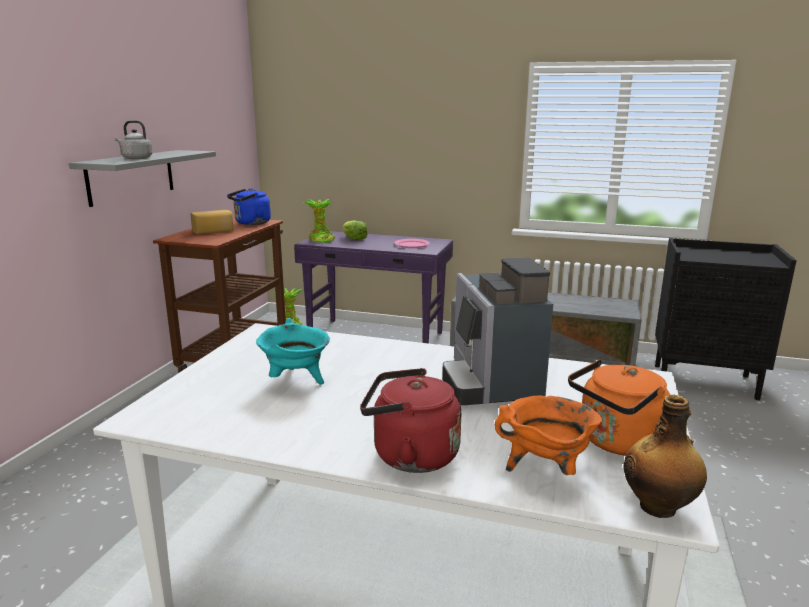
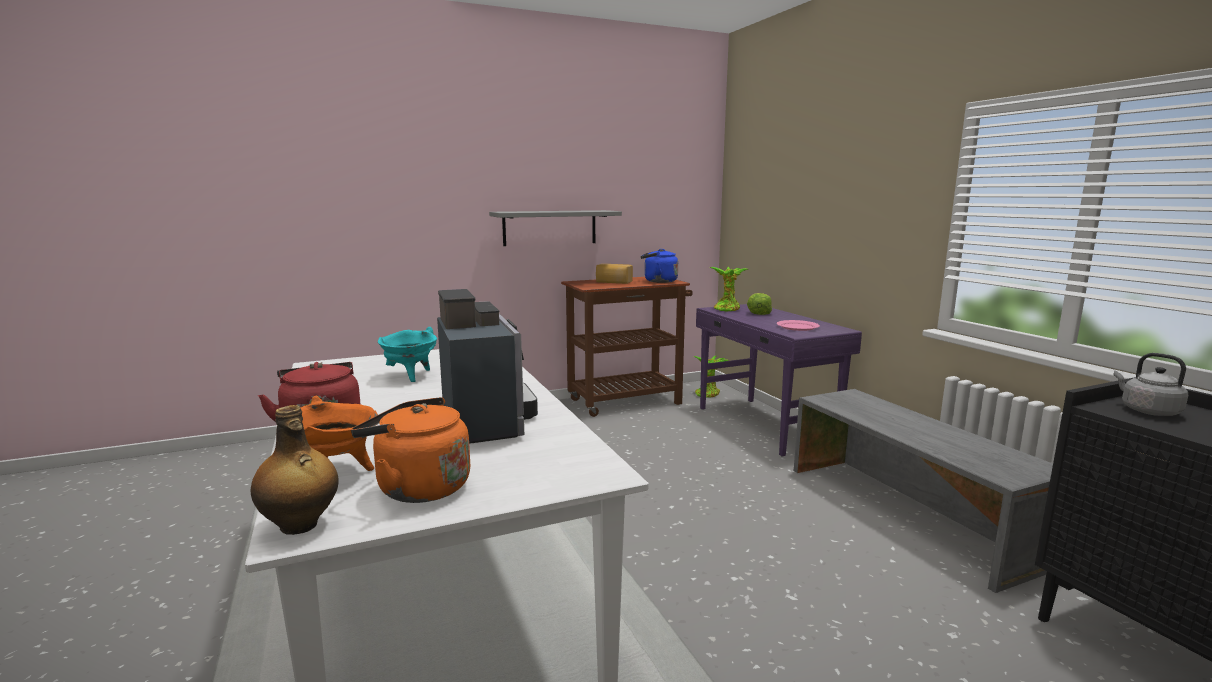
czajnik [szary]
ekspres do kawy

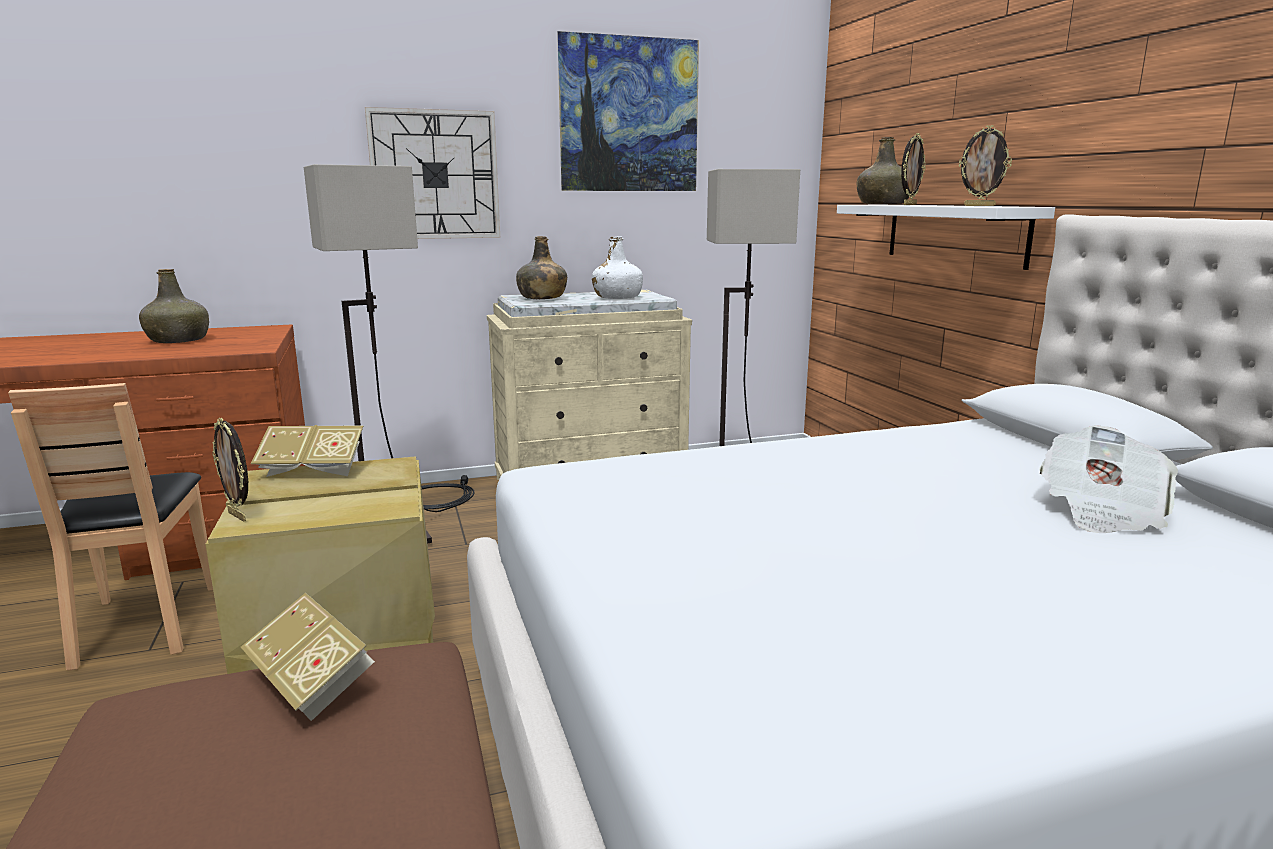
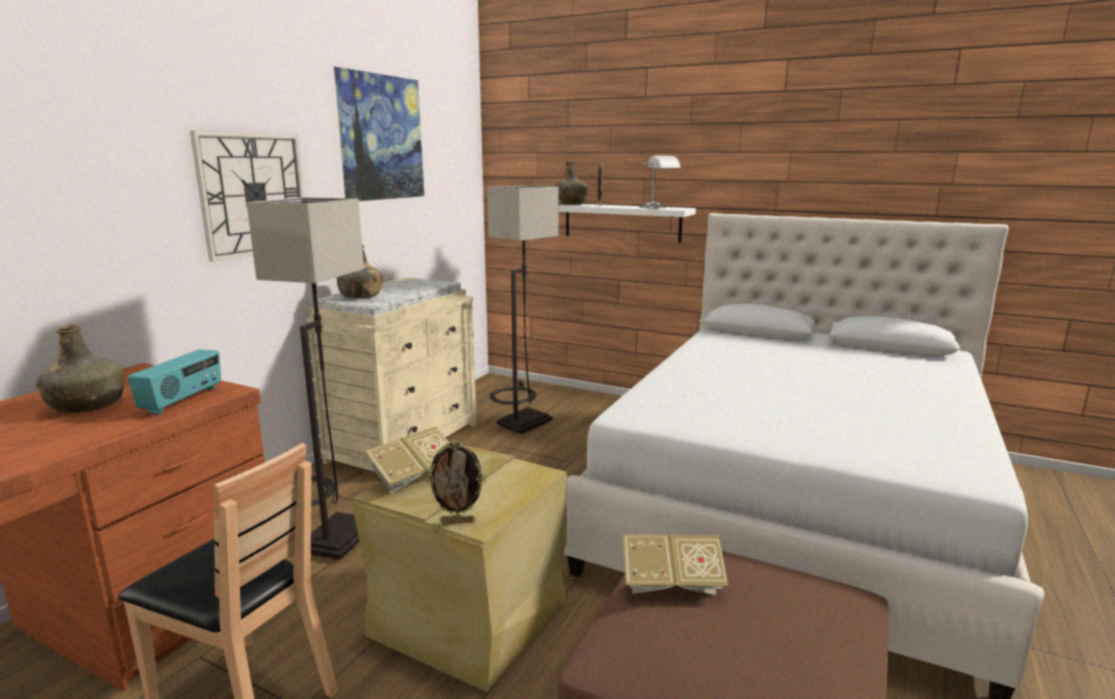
butelka [biały]
gazeta
radio
lampa stołowa [biały]

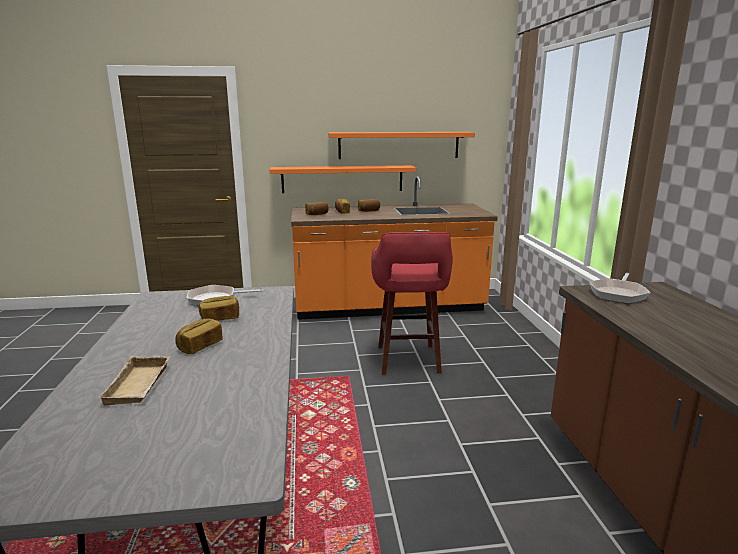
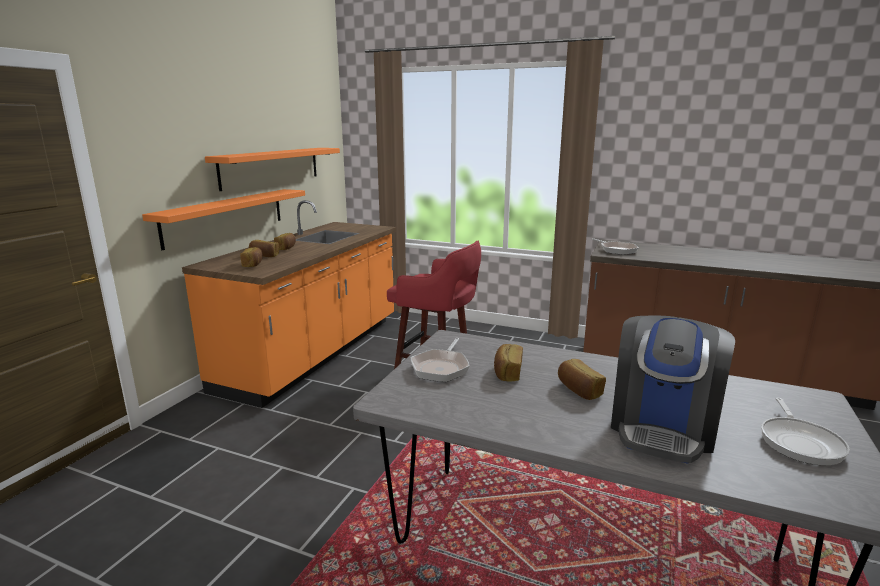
patelnia (3rd from left)
ekspres do kawy

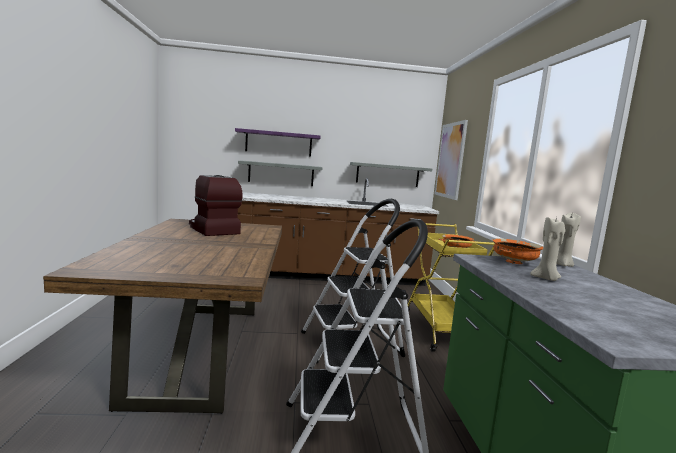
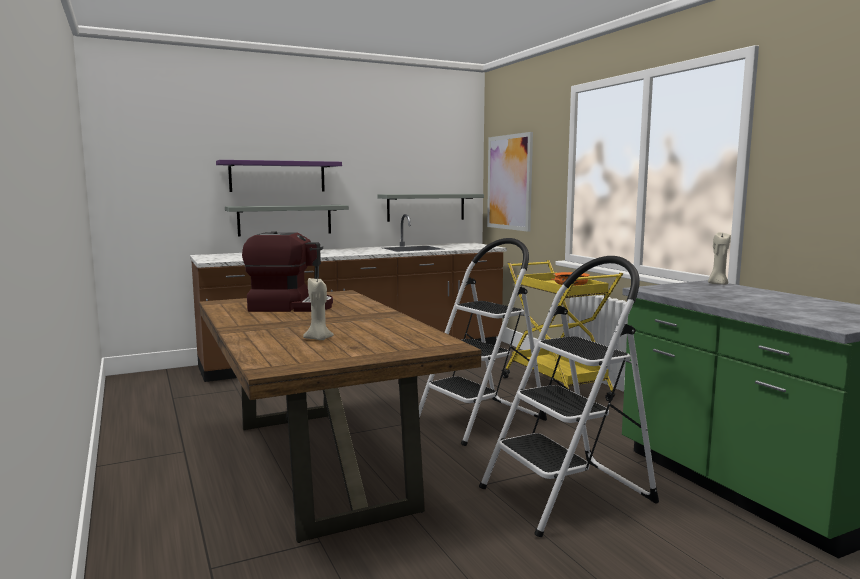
miska [pomarańczowy] (2nd from left in the first image)
świeca [beżowy] (1st from left)
ekspres do kawy

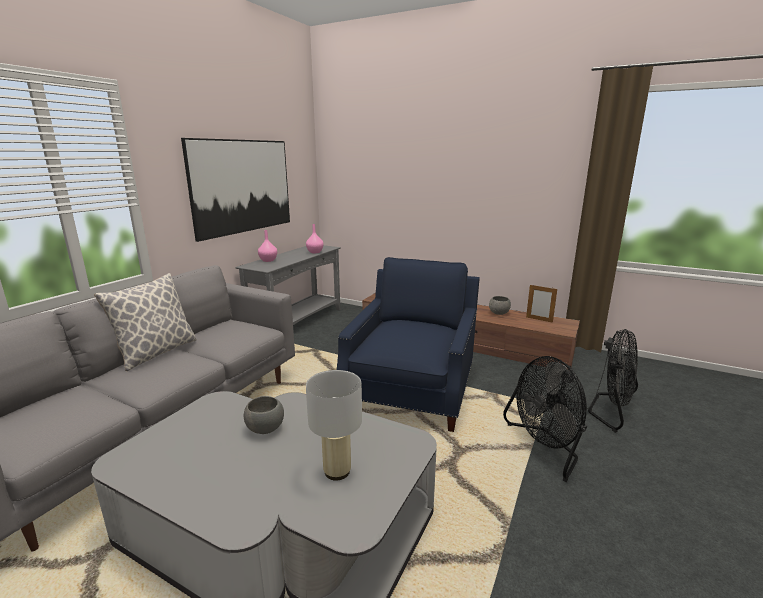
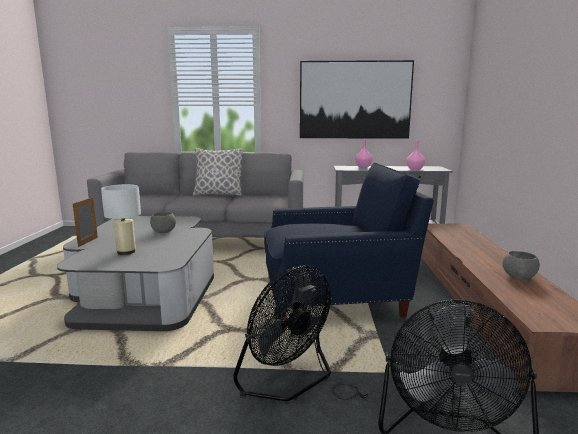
ramka na zdjęcie

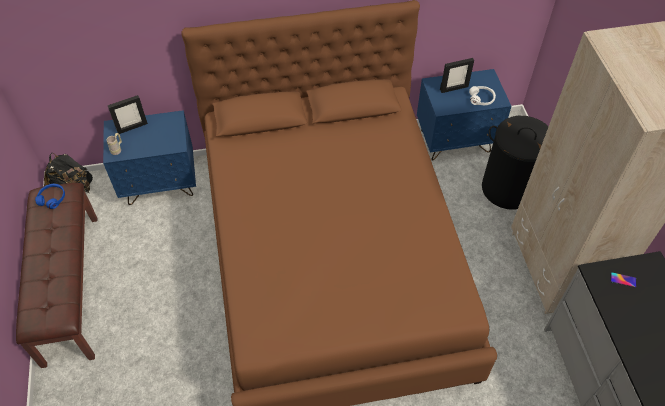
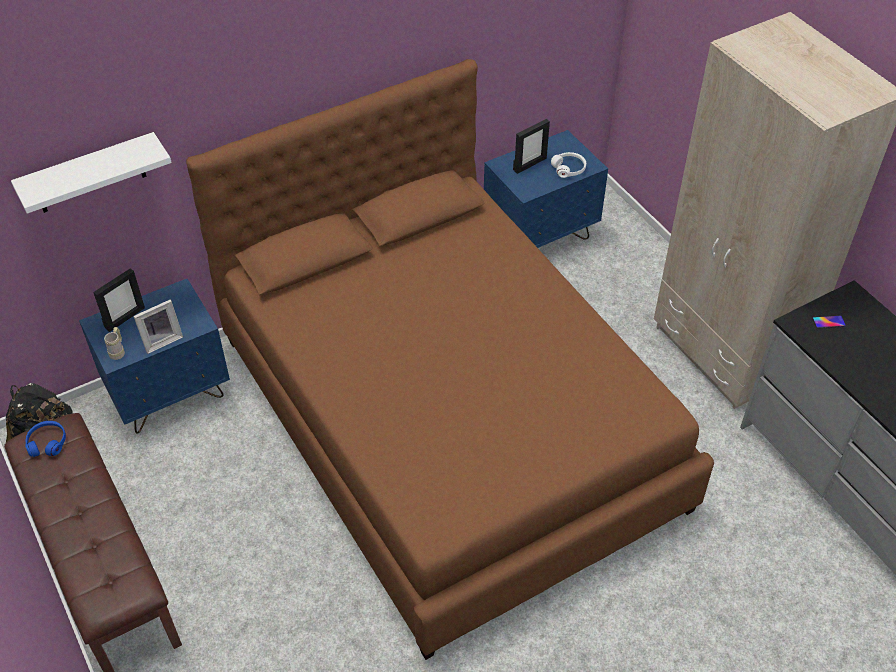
kosz na pranie [czarny]
półka [biały]
ramka na zdjęcie (2nd from left)

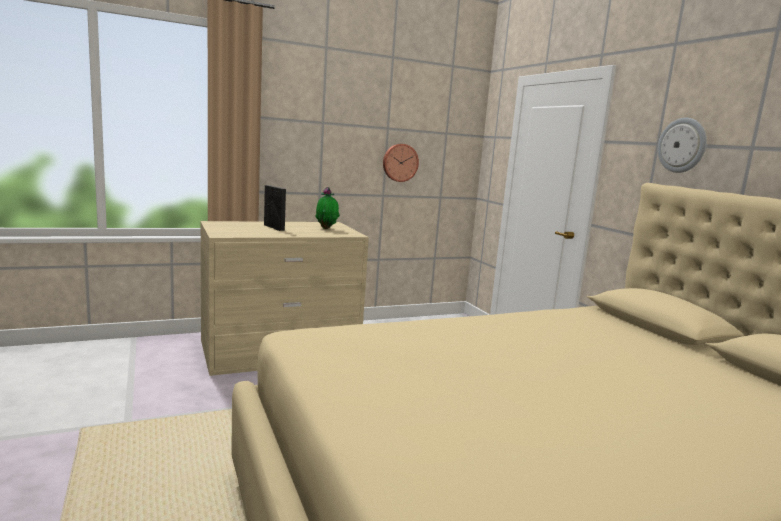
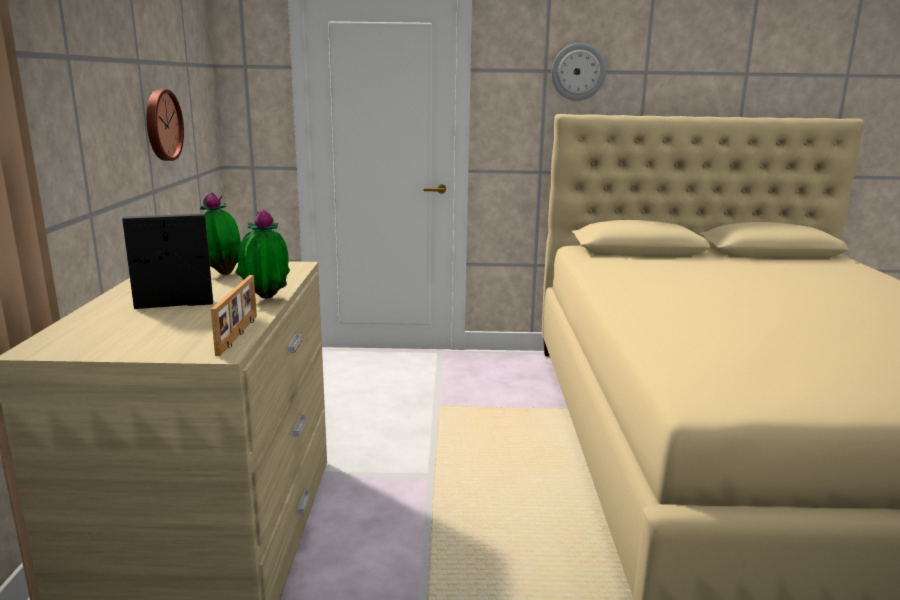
ramka na zdjęcie (2nd from left)
roślina doniczkowa (2nd from left)

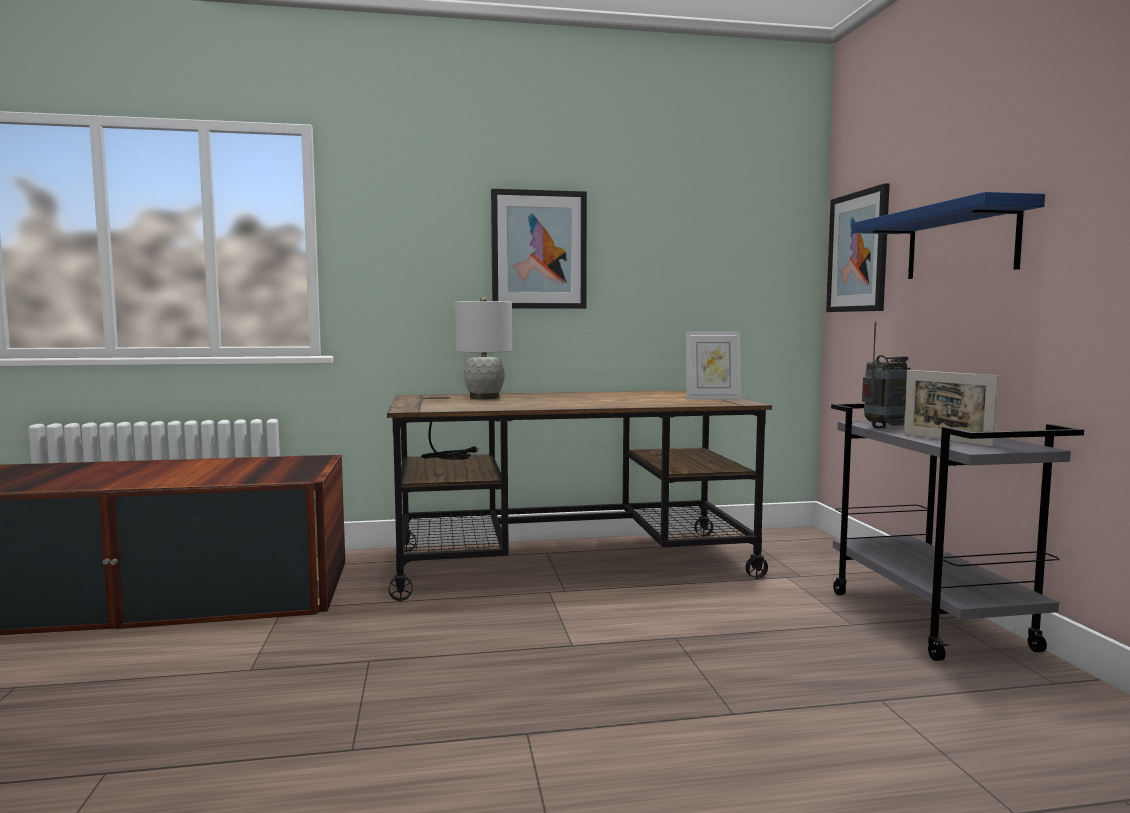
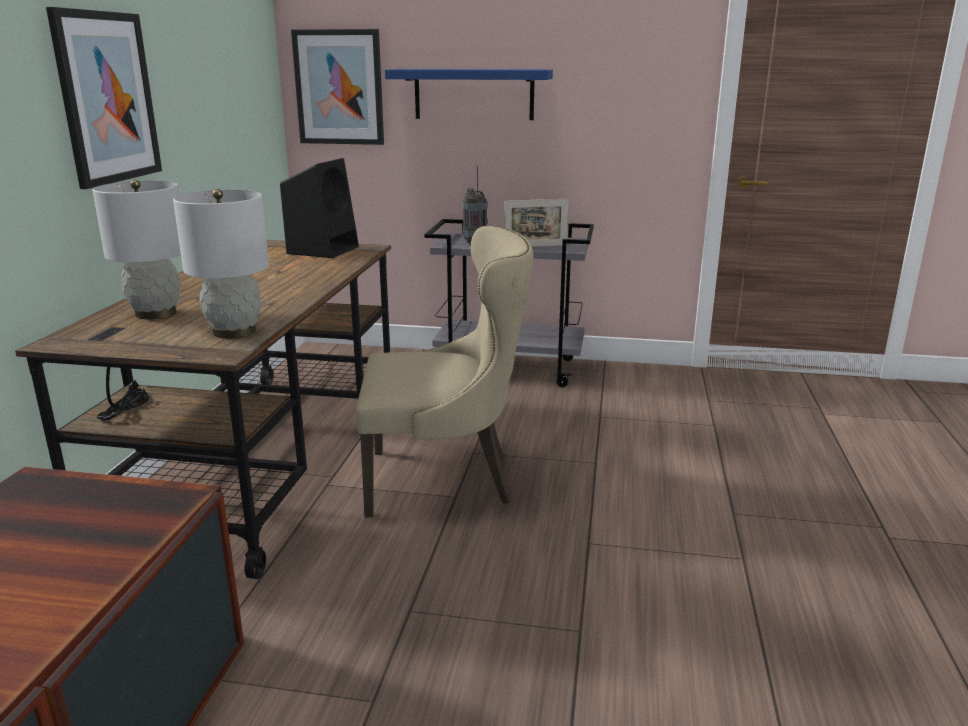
lampa stołowa [biały] (2nd from left)
krzesło [beżowy]
głośnik [czarny]

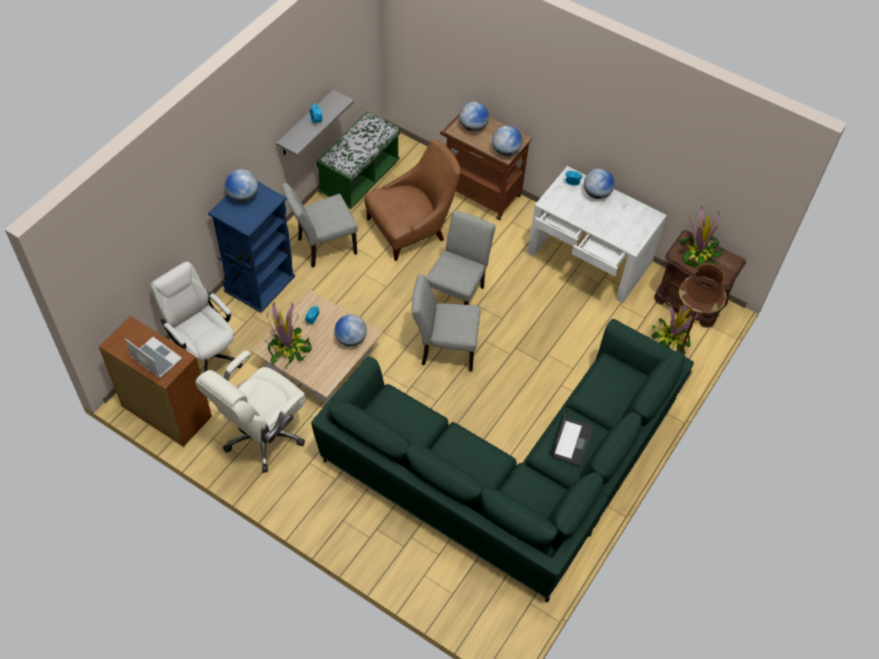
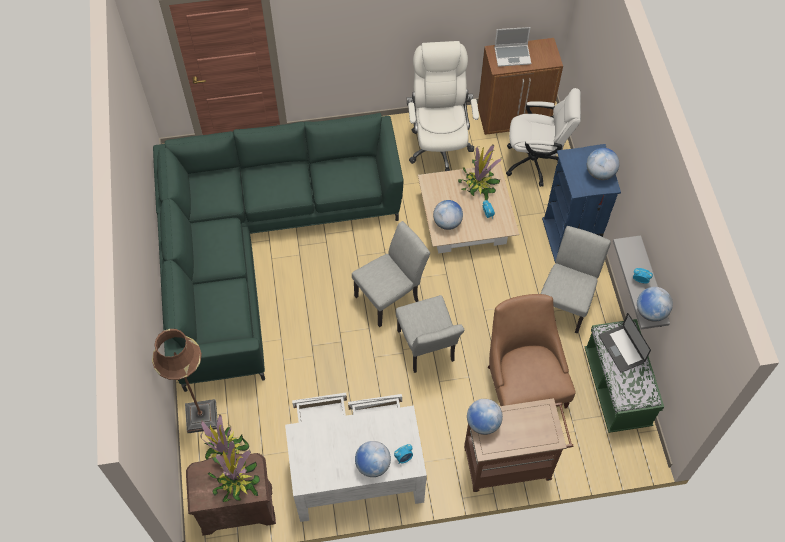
globus (5th from left)
laptop (2nd from left)
fotel [brązowy]

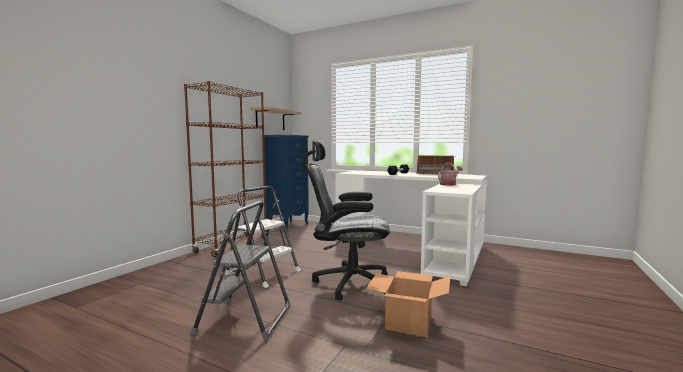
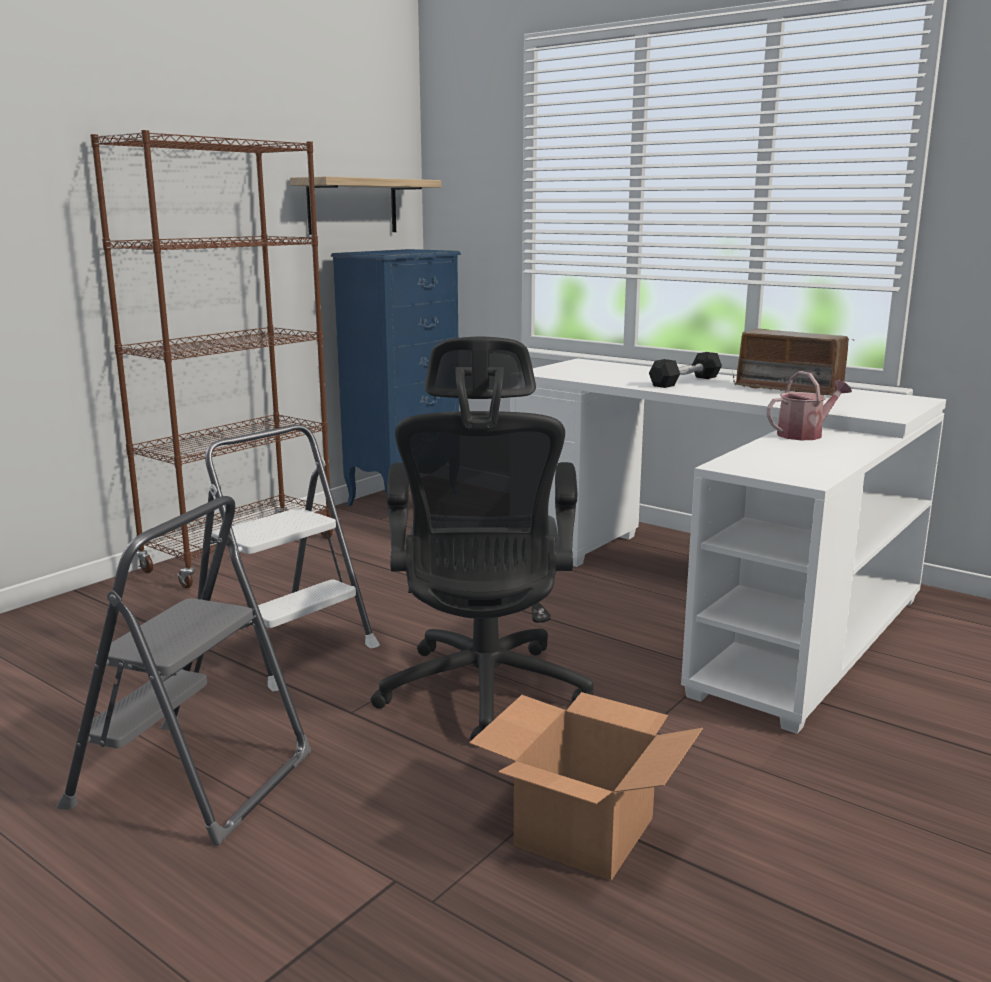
krzesło biurowe

